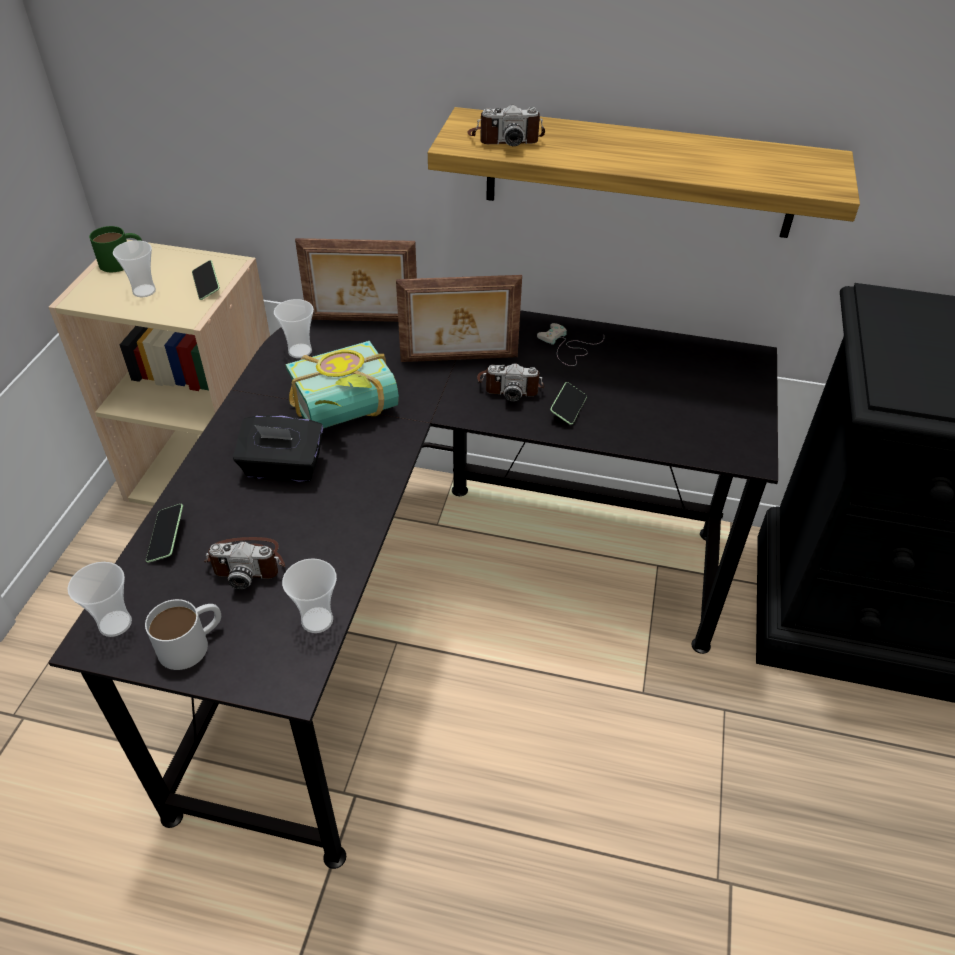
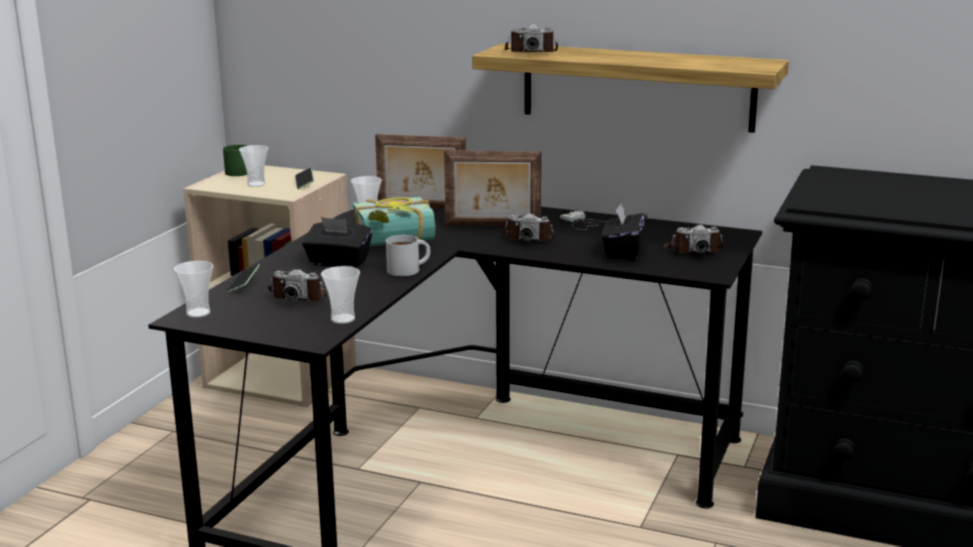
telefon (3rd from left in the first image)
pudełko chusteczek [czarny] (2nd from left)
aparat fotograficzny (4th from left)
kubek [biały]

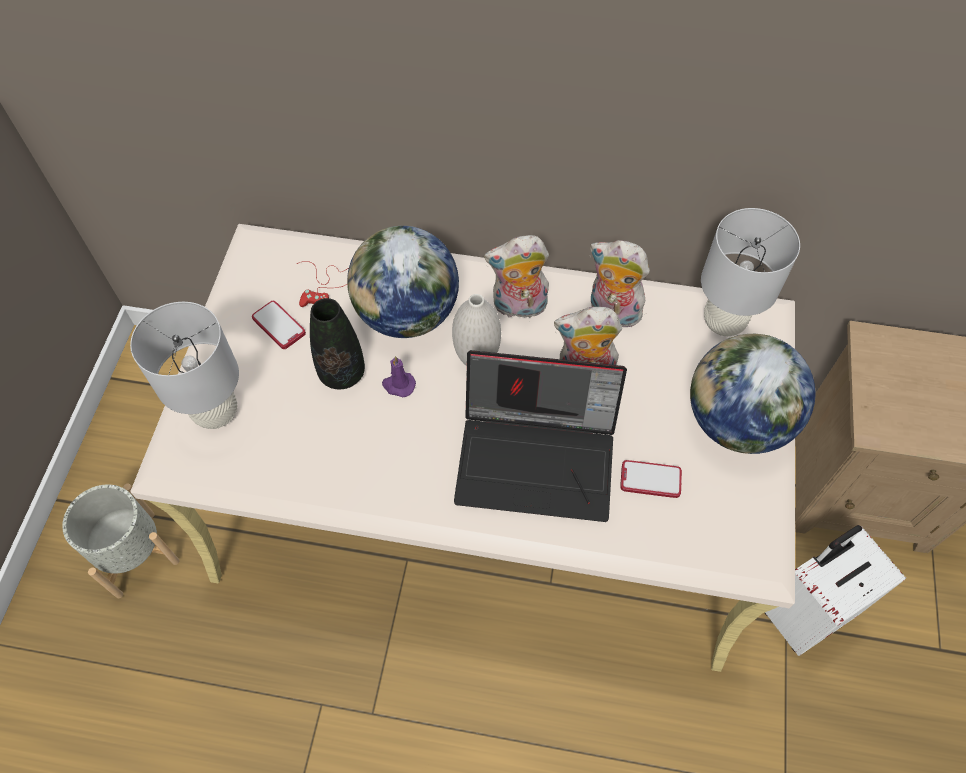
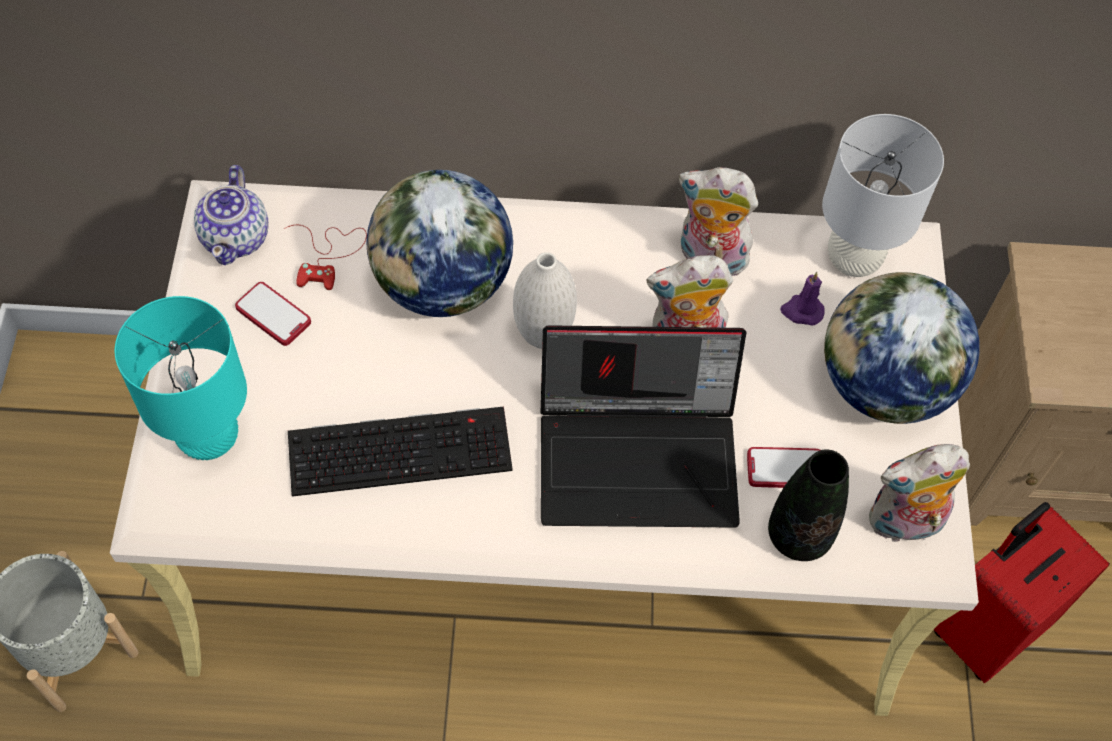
imbryk
klawiatura
wazon [czarny]
świeca [fioletowy]
pluszak (3rd from left)
lampa stołowa [turkusowy]
walizka [czerwony]

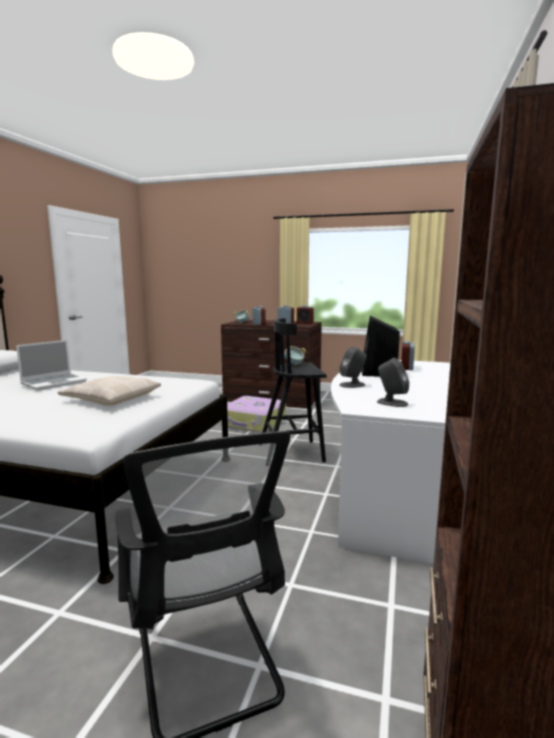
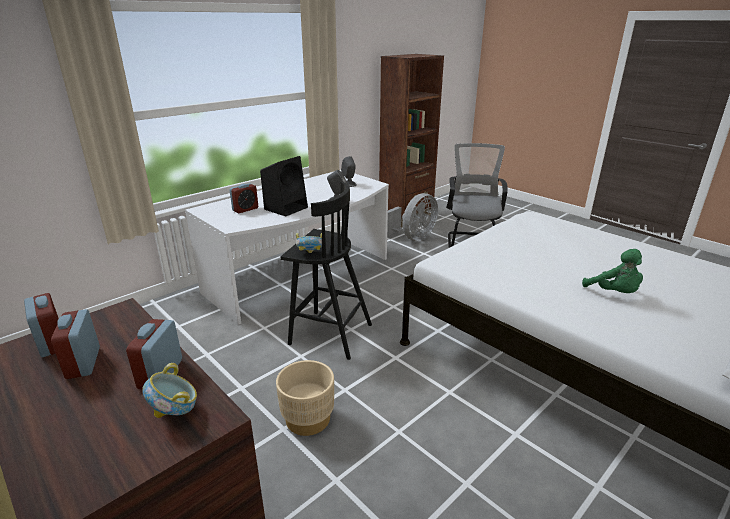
poduszka [beżowy]
wentylator [szary]
pluszak [zielony]
donica [beżowy]

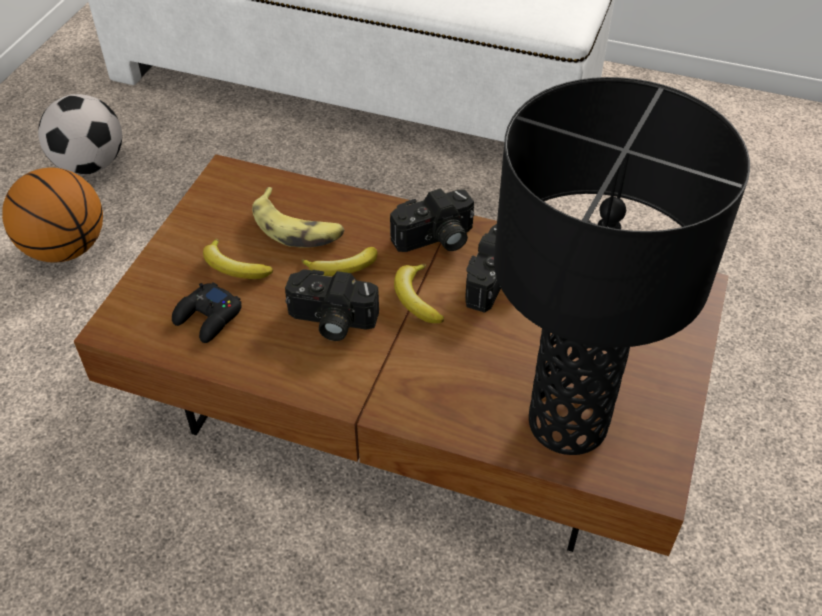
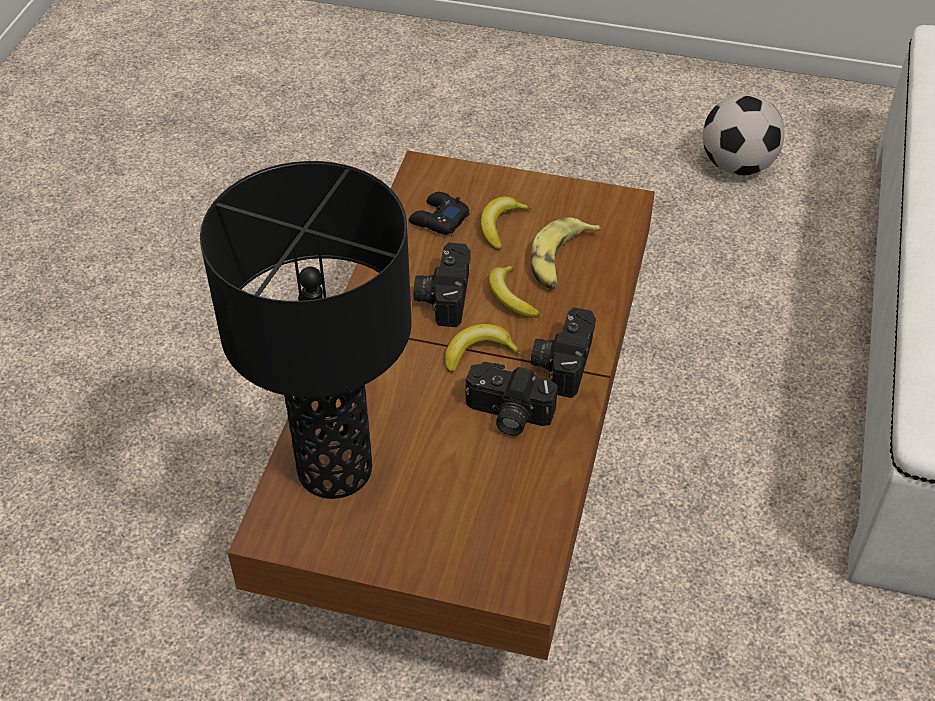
piłka do koszykówki
aparat fotograficzny (3rd from left)

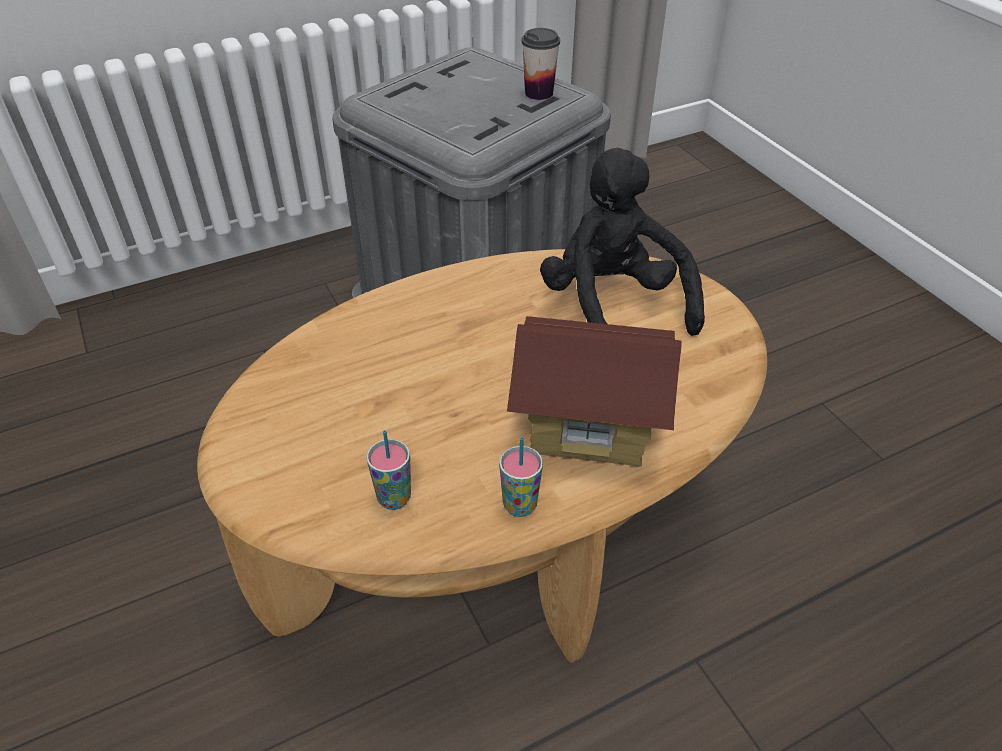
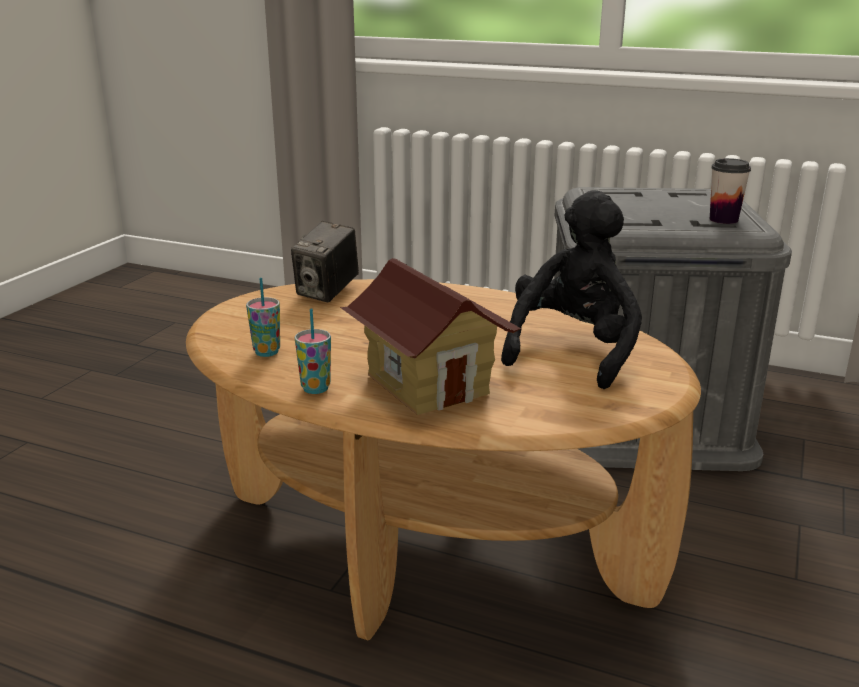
aparat fotograficzny

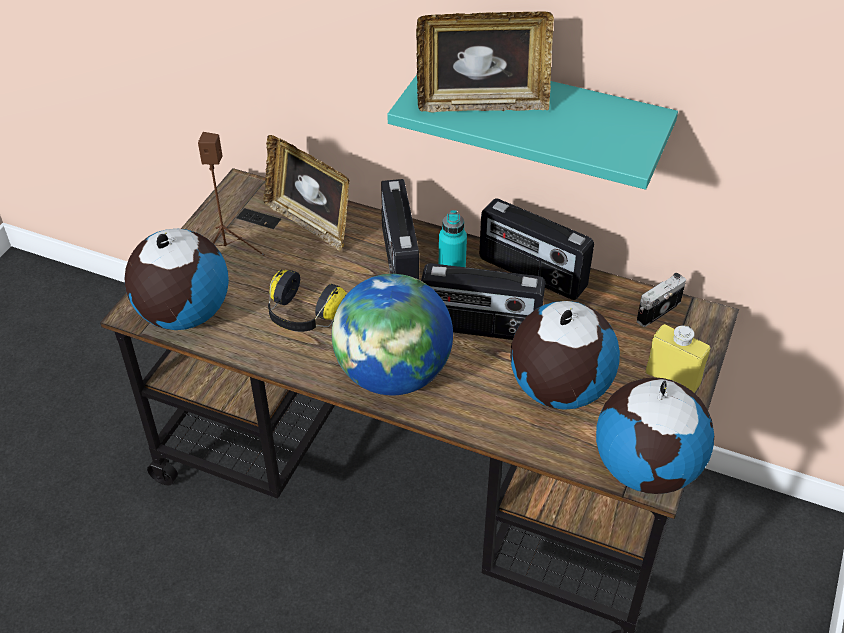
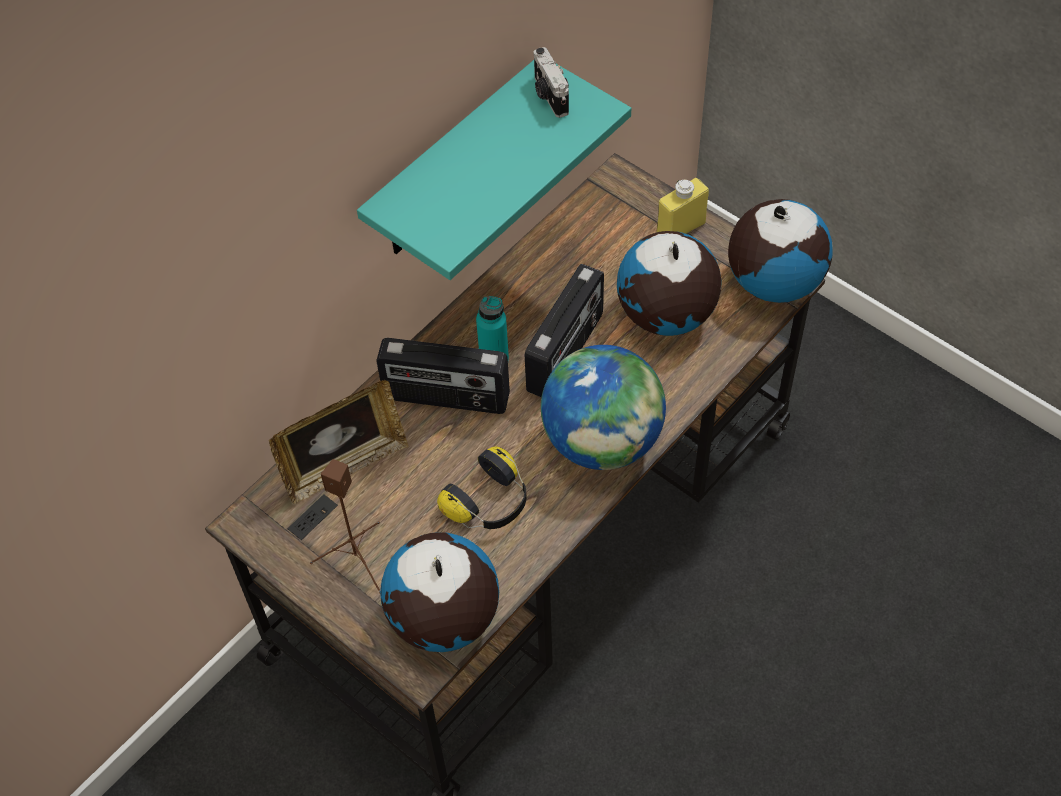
ramka na zdjęcie (2nd from left in the first image)
radio (3rd from left in the first image)
aparat fotograficzny

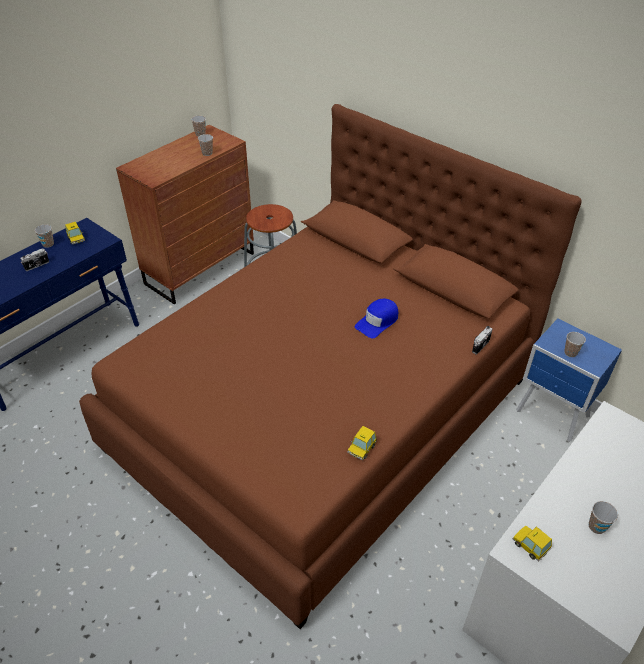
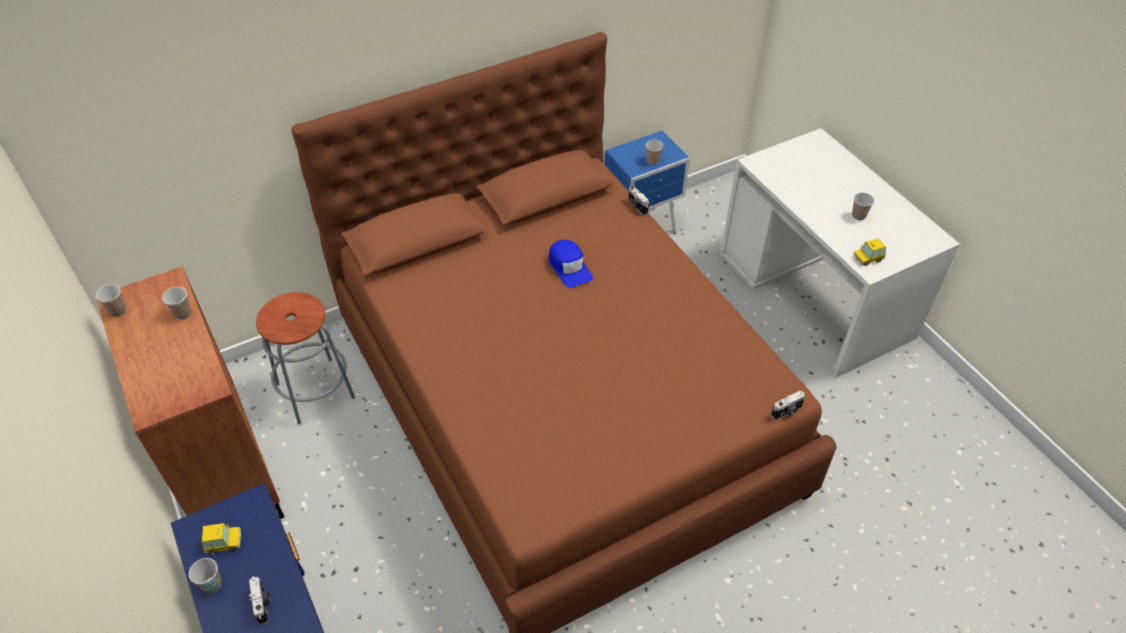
samochodzik (2nd from left in the first image)
aparat fotograficzny (3rd from left)

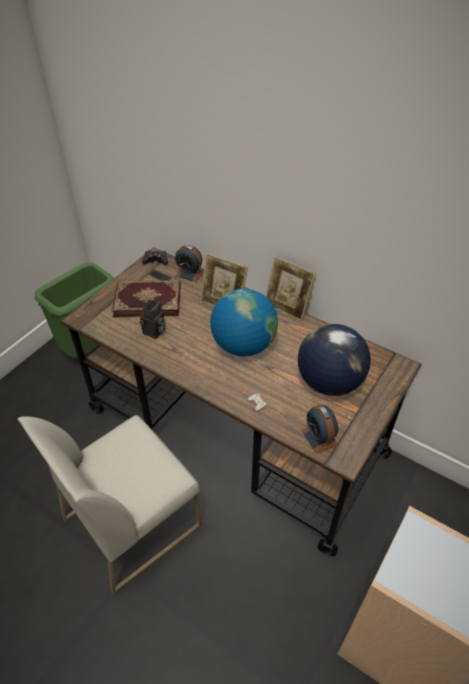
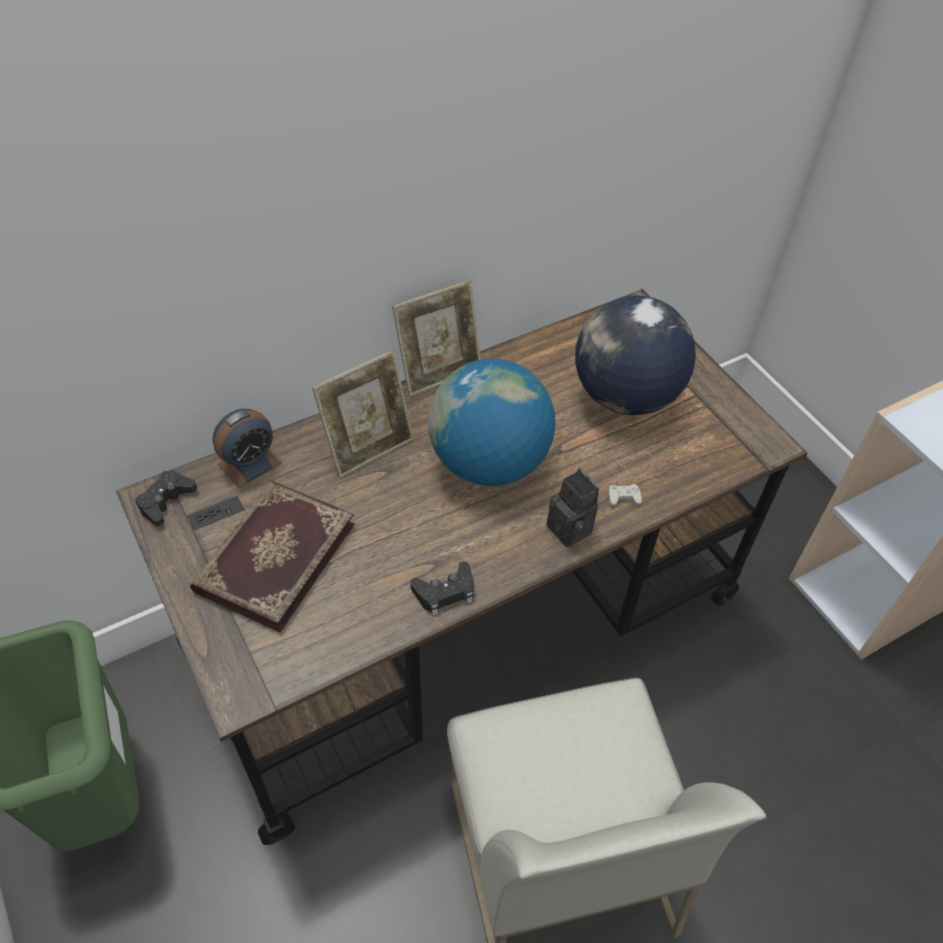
budzik (2nd from left in the first image)
pad do gier [czarny] (2nd from left)
aparat fotograficzny

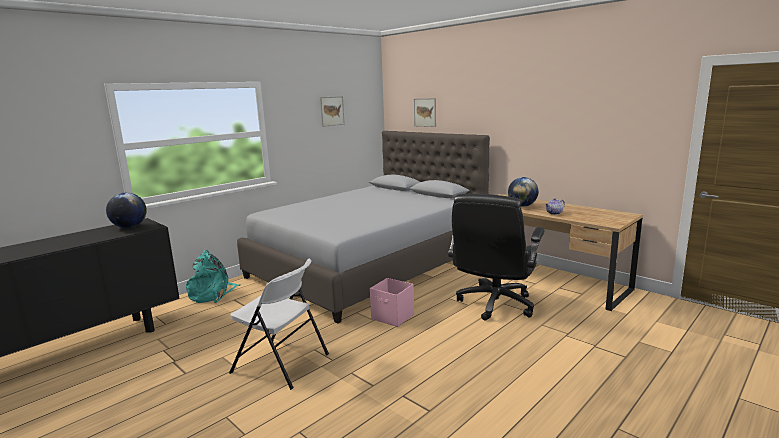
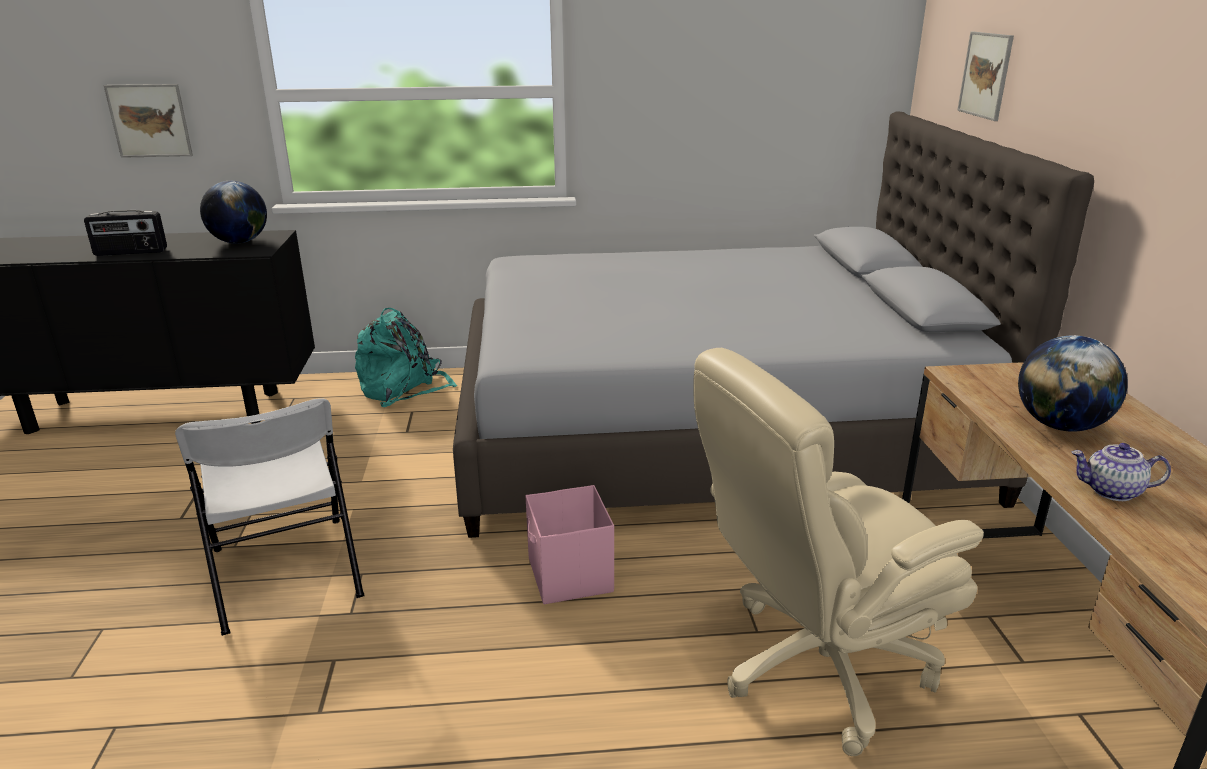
radio
obraz (1st from left)
krzesło biurowe [beżowy]

